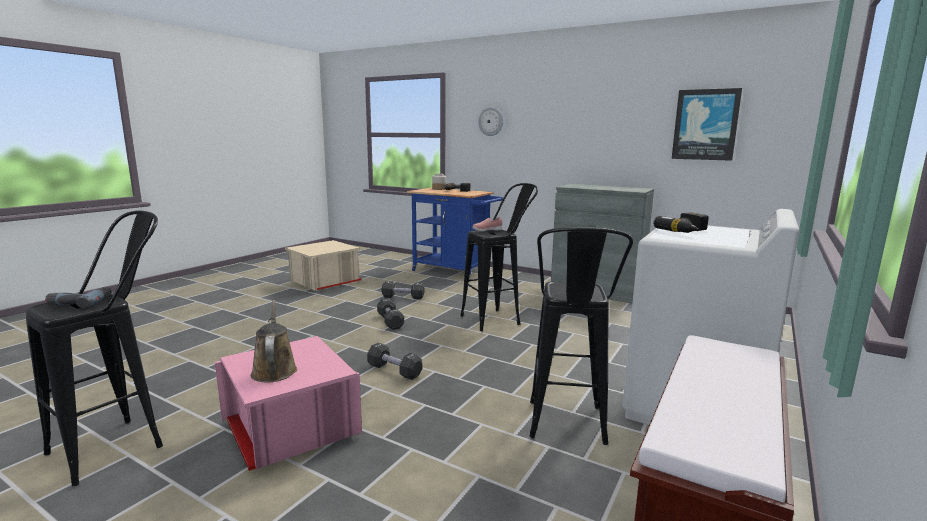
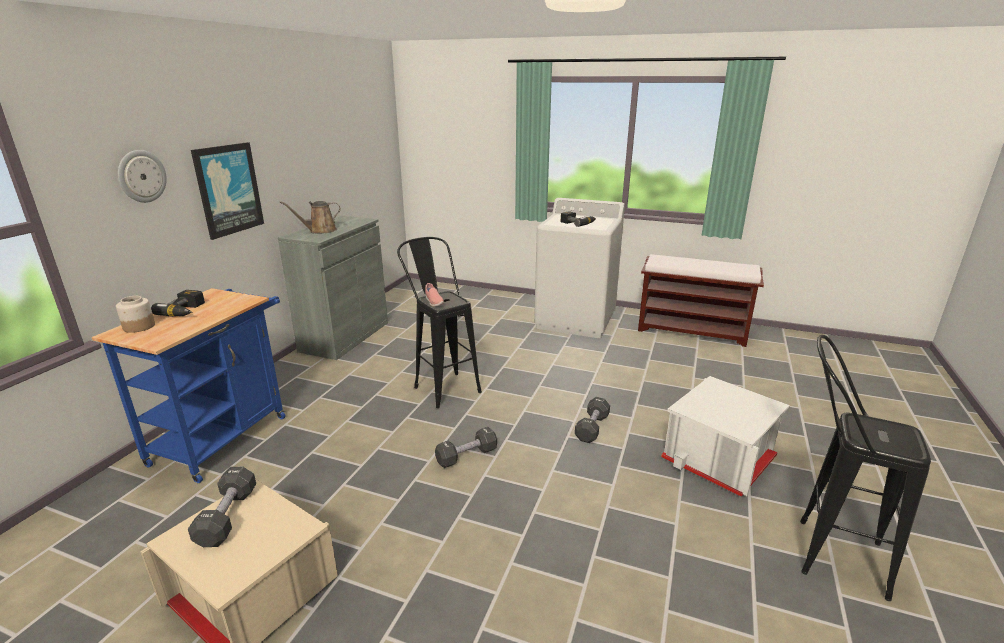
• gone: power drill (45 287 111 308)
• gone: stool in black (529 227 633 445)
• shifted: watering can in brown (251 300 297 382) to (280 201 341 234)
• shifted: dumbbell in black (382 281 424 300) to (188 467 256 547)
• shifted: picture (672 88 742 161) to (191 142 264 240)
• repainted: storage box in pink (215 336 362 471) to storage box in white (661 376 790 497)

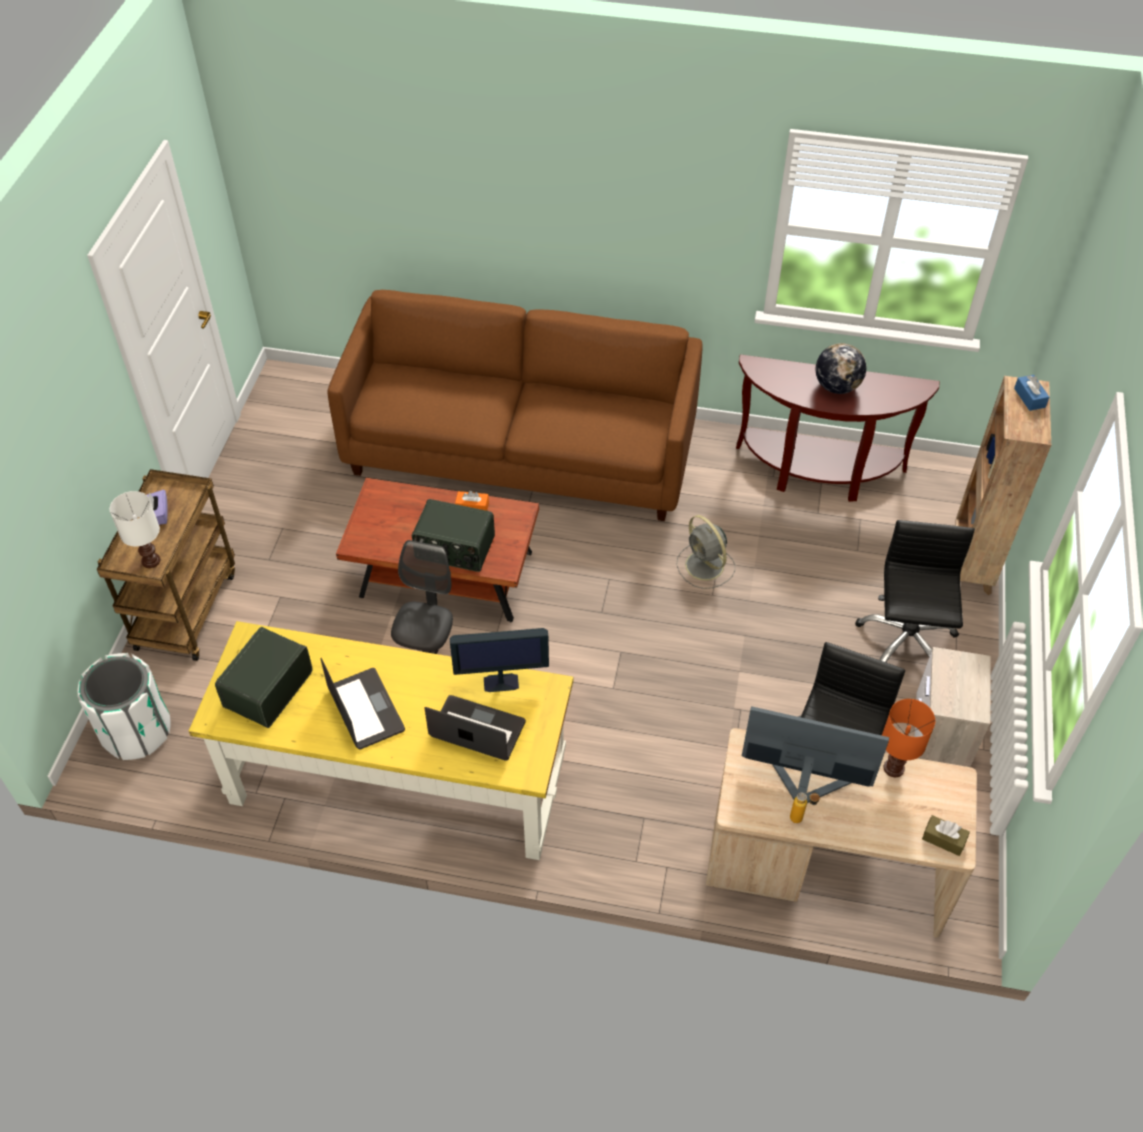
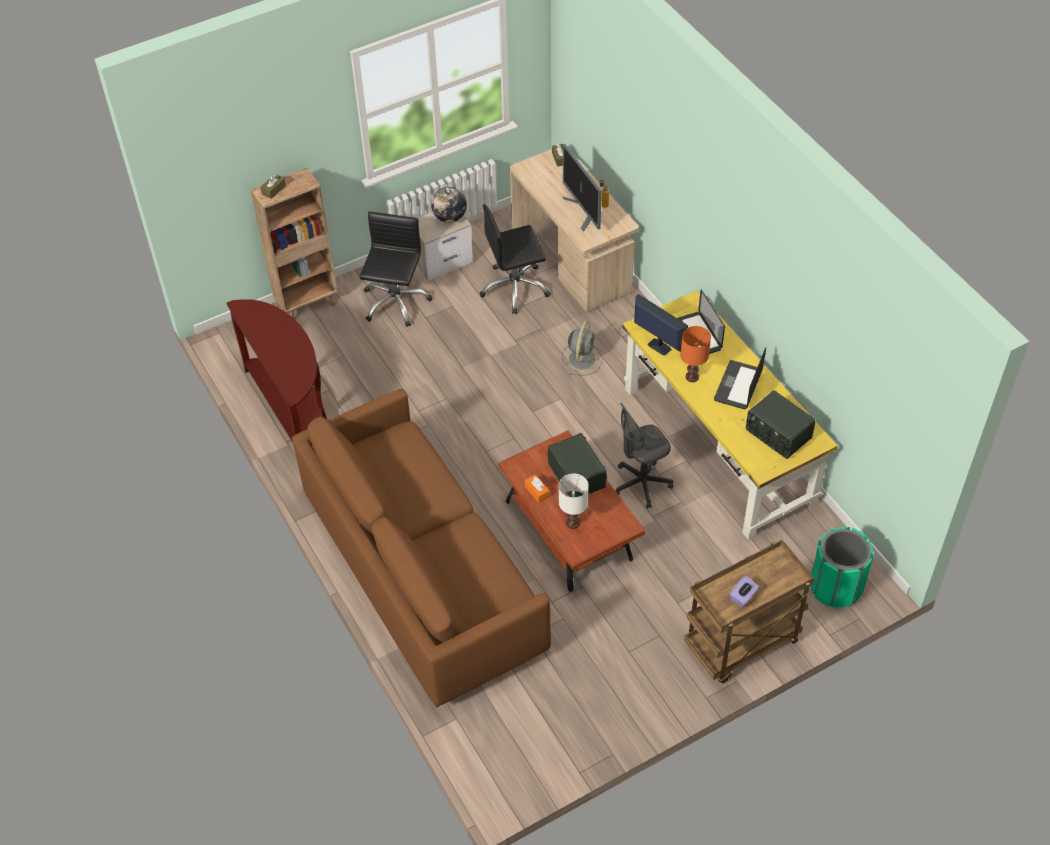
• shifted: table lamp in white (110 491 160 568) to (559 473 589 529)
• shifted: fan in grey (676 515 735 589) to (562 320 603 376)
• shifted: globe (816 343 866 394) to (431 187 467 223)
• shifted: table lamp in orange (882 699 935 777) to (680 326 711 382)
• repainted: trash can in white (78 653 171 760) to trash can in green (810 527 874 608)
• repainted: tissue box in blue (1014 375 1049 411) to tissue box in brown (260 174 286 199)
• rotated: radio (215 627 313 728) = (746 390 816 459) 60 degrees clockwise
• rotated: office chair in black (855 520 975 662) = (359 212 432 327) 135 degrees clockwise

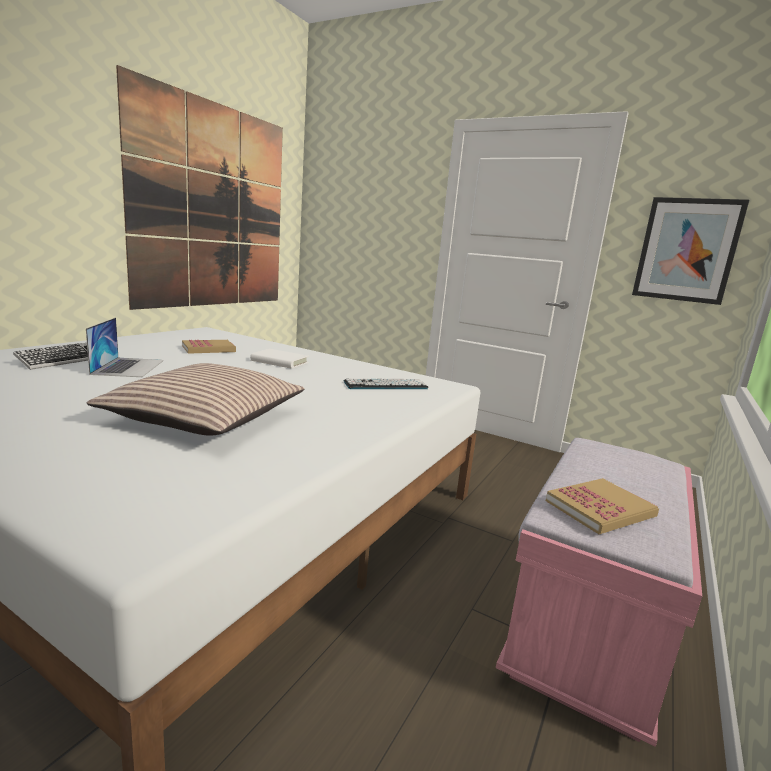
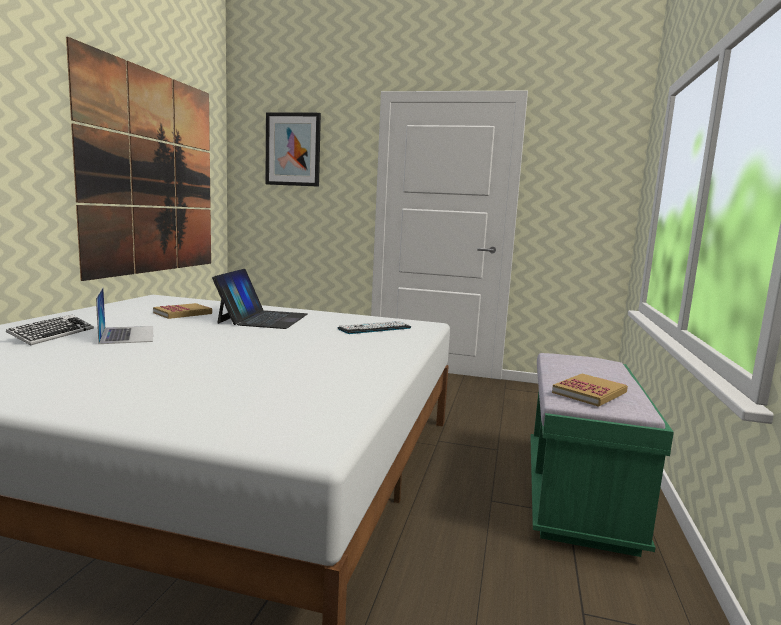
• gone: pillow (87 363 305 435)
• shifted: picture (632 197 749 305) to (265 112 321 187)
• swapped: book in white (250 349 309 369) to laptop (212 269 308 329)
• repainted: bench in pink (496 438 702 747) to bench in green (530 353 674 557)

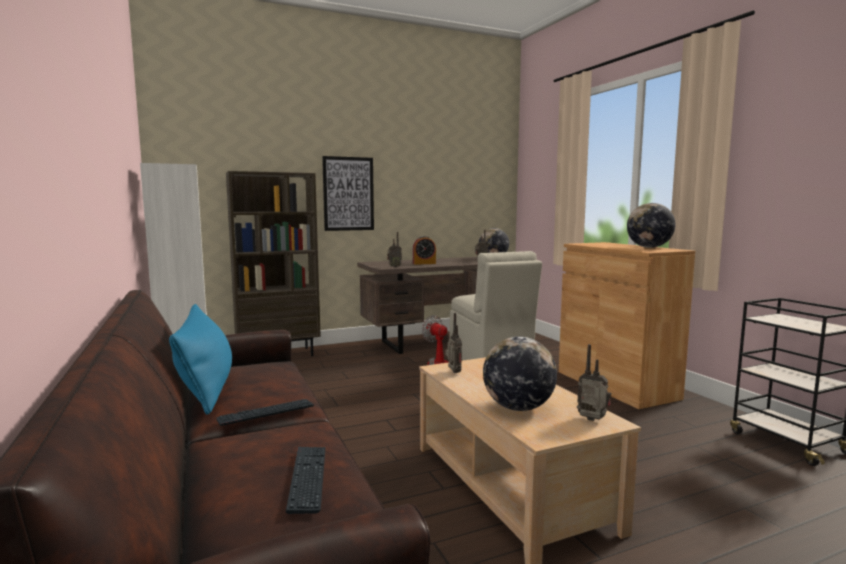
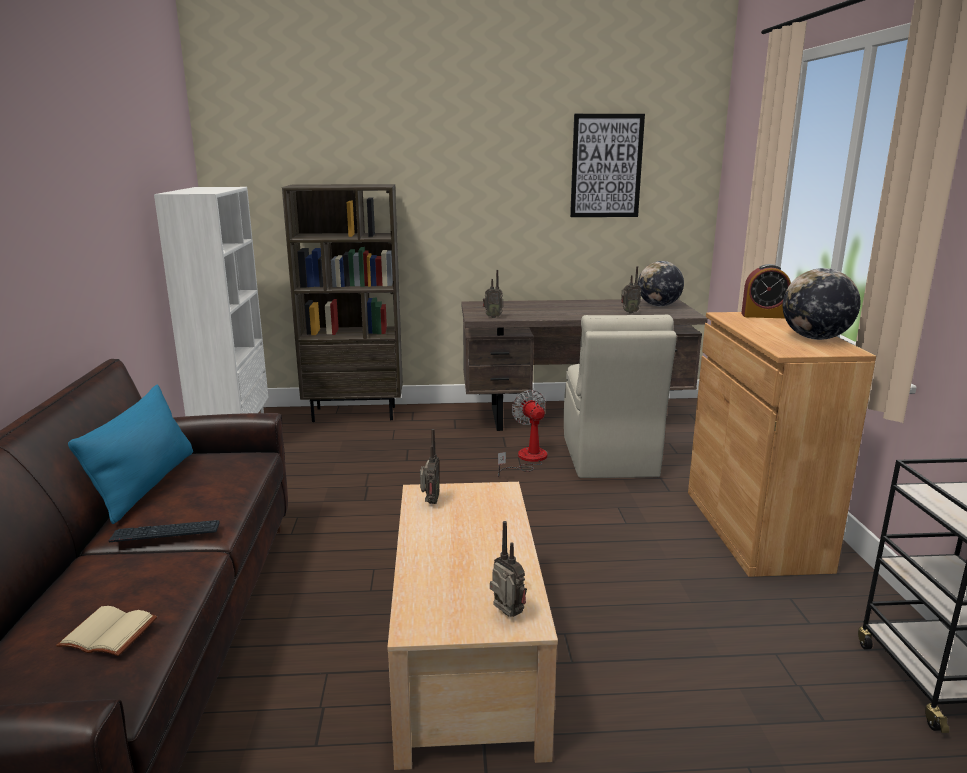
• gone: globe (483 336 557 411)
• shifted: picture (322 156 374 231) to (570 114 645 217)
• shifted: alarm clock (413 236 436 265) to (741 264 791 318)
• swapped: keyboard (286 447 326 514) to book in beige (56 606 157 656)

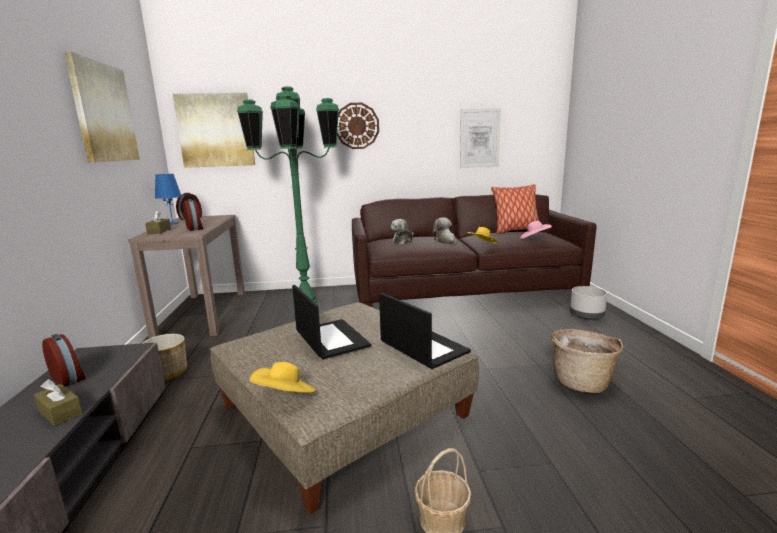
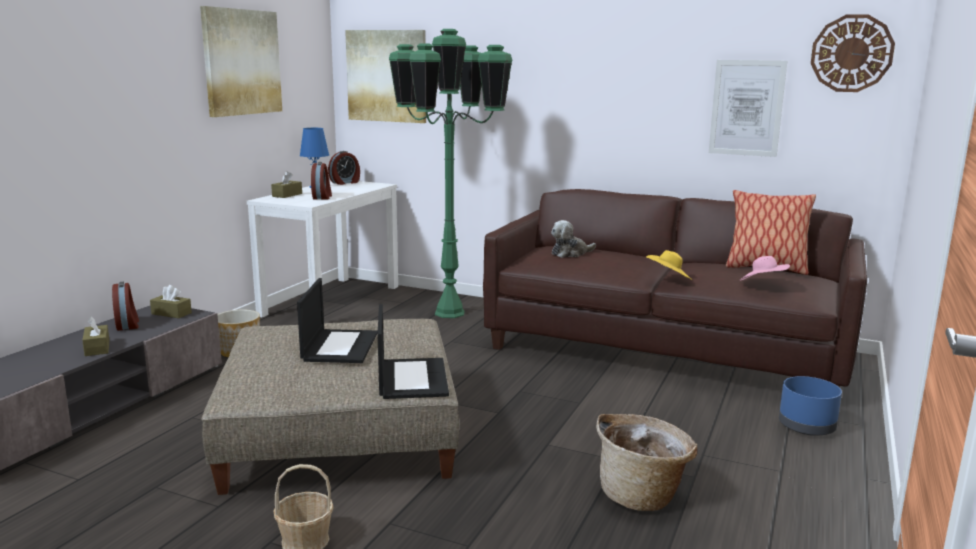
• gone: hat in yellow (249 362 316 393)
• gone: plush toy (432 217 457 245)
• new: tissue box in brown (150 285 192 318)
• shifted: wall clock (337 103 379 149) to (811 14 895 92)
• repainted: console table in brown (128 215 245 339) to console table in white (247 181 398 318)
• repainted: planter in grey (570 286 607 320) to planter in blue (779 376 842 436)

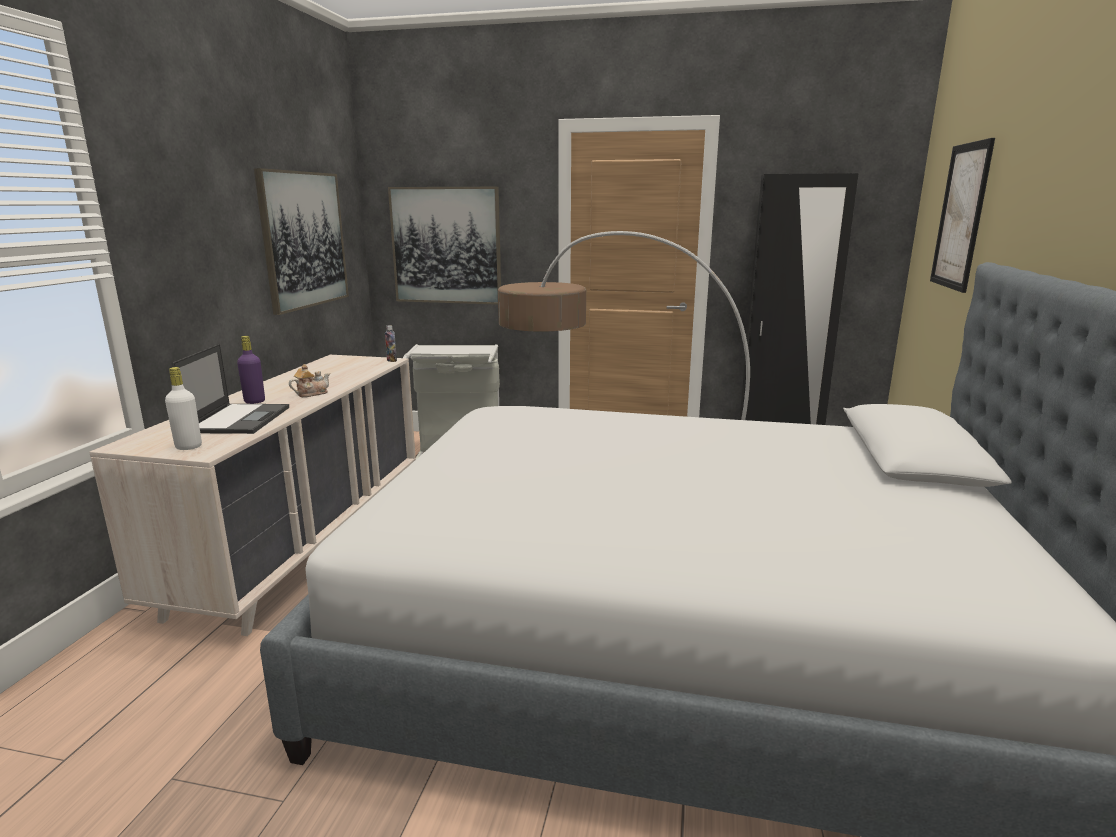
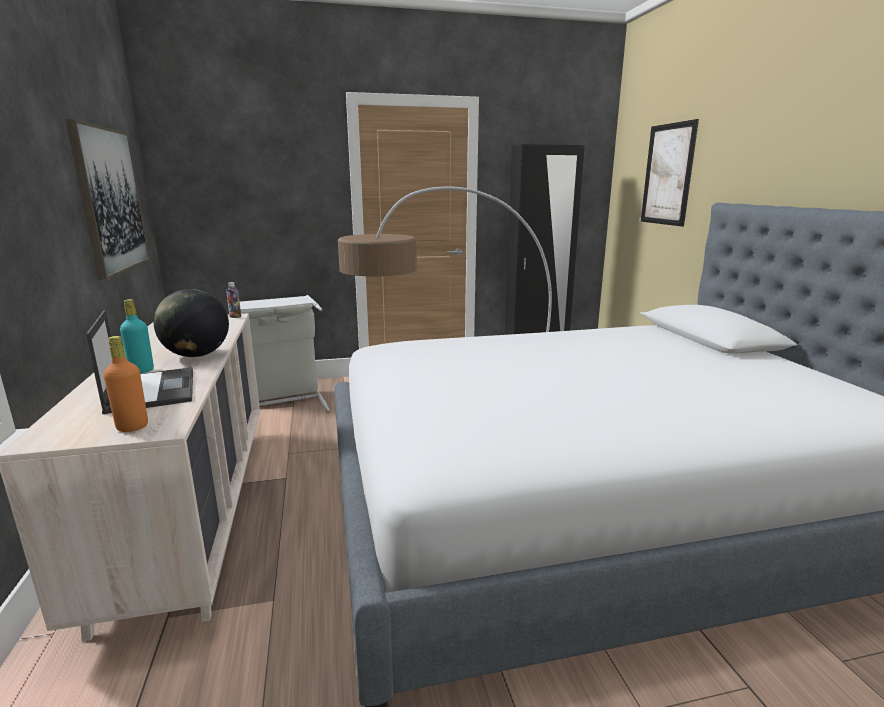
• gone: picture (388 187 501 305)
• swapped: teapot (289 364 330 397) to globe (154 289 229 357)
• repainted: bottle in white (165 367 202 450) to bottle in orange (103 336 148 432)
• repainted: bottle in purple (237 336 265 404) to bottle in turquoise (120 299 154 373)

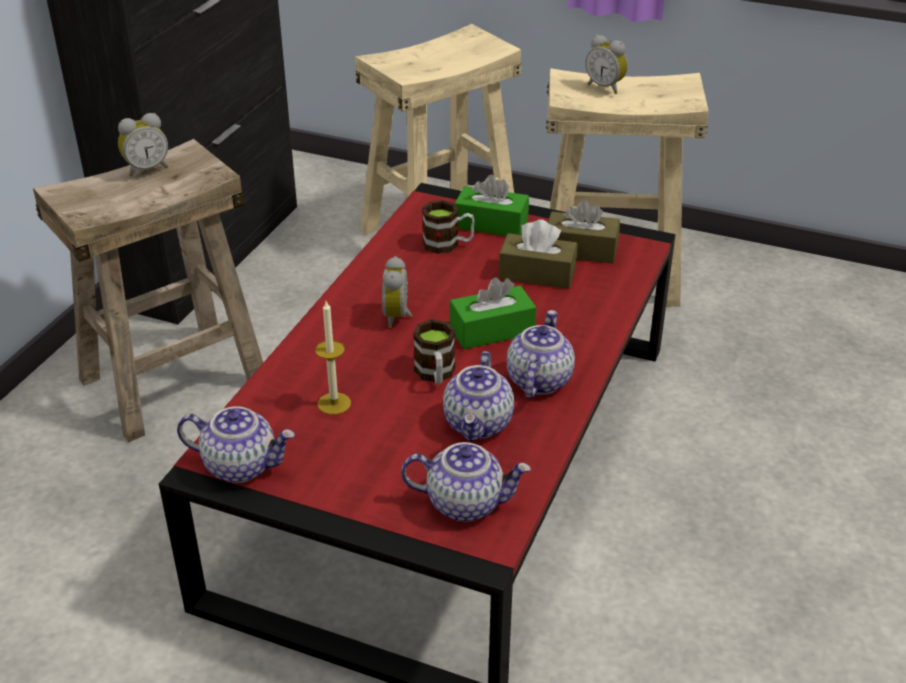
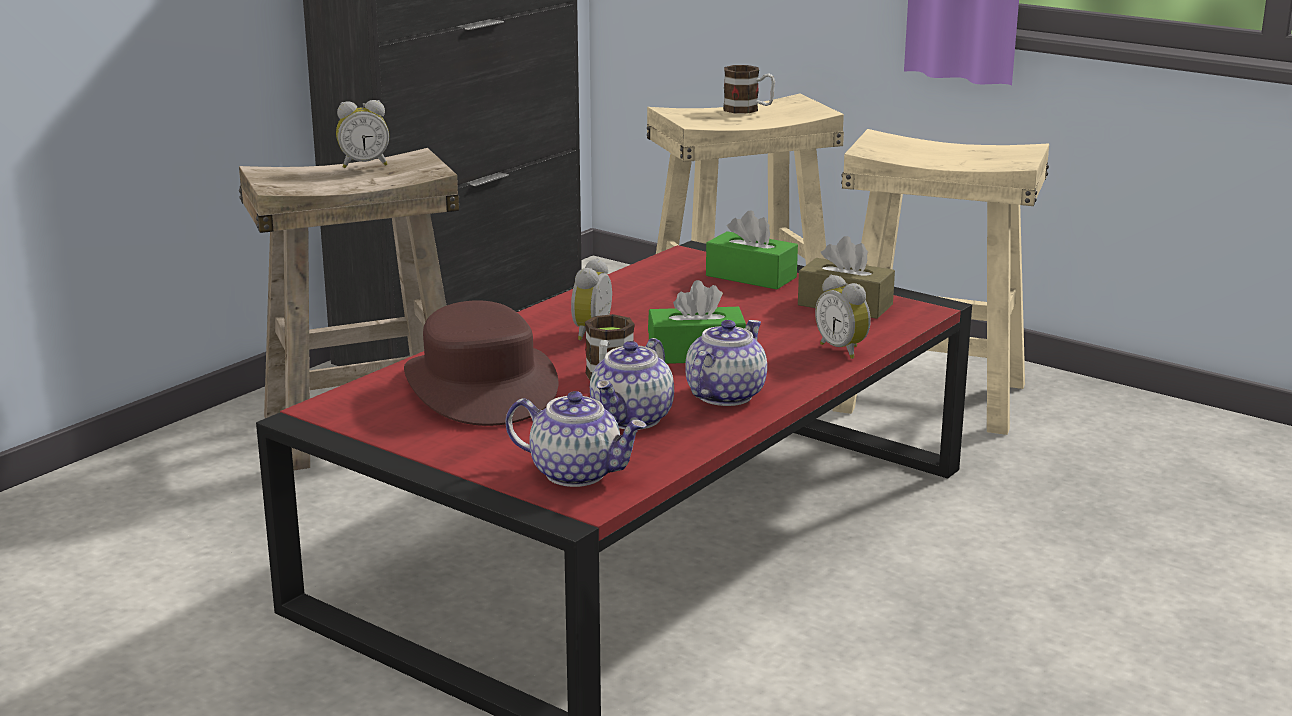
• gone: teapot (177 406 295 483)
• gone: tissue box in brown (499 219 578 289)
• shifted: mug (422 200 475 254) to (723 65 775 113)
• shifted: alarm clock (586 35 628 94) to (815 274 871 359)
• swapped: candle (315 301 351 415) to hat in brown (404 300 558 426)

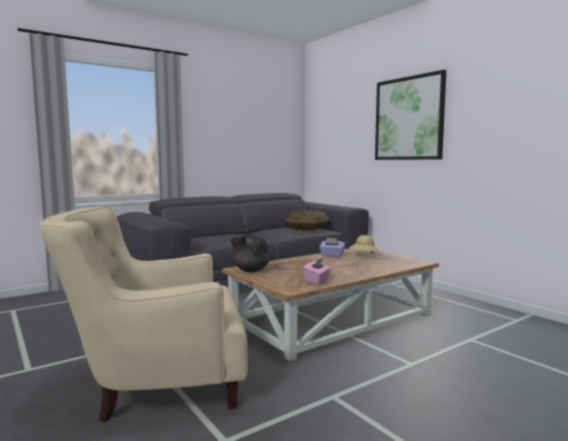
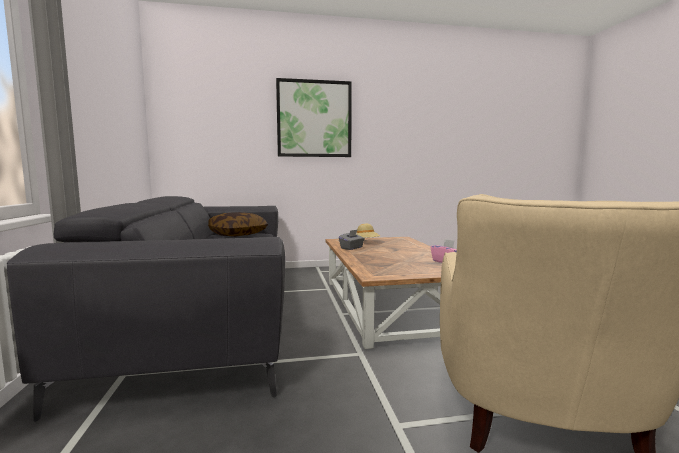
• gone: teapot in black (230 235 270 272)
• repainted: tissue box in purple (319 238 345 257) to tissue box in grey (339 229 365 250)

